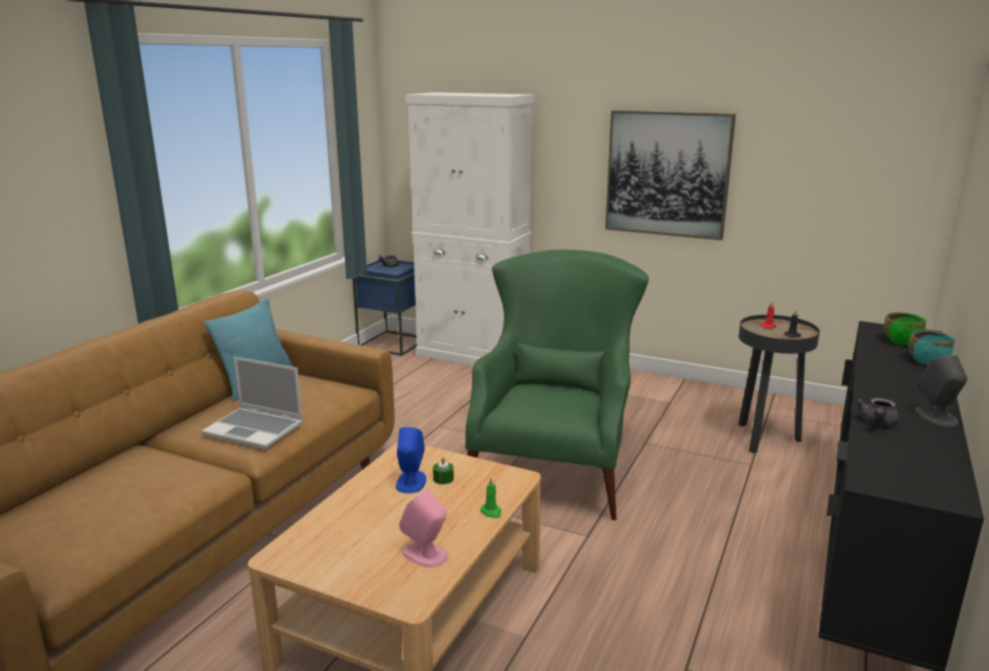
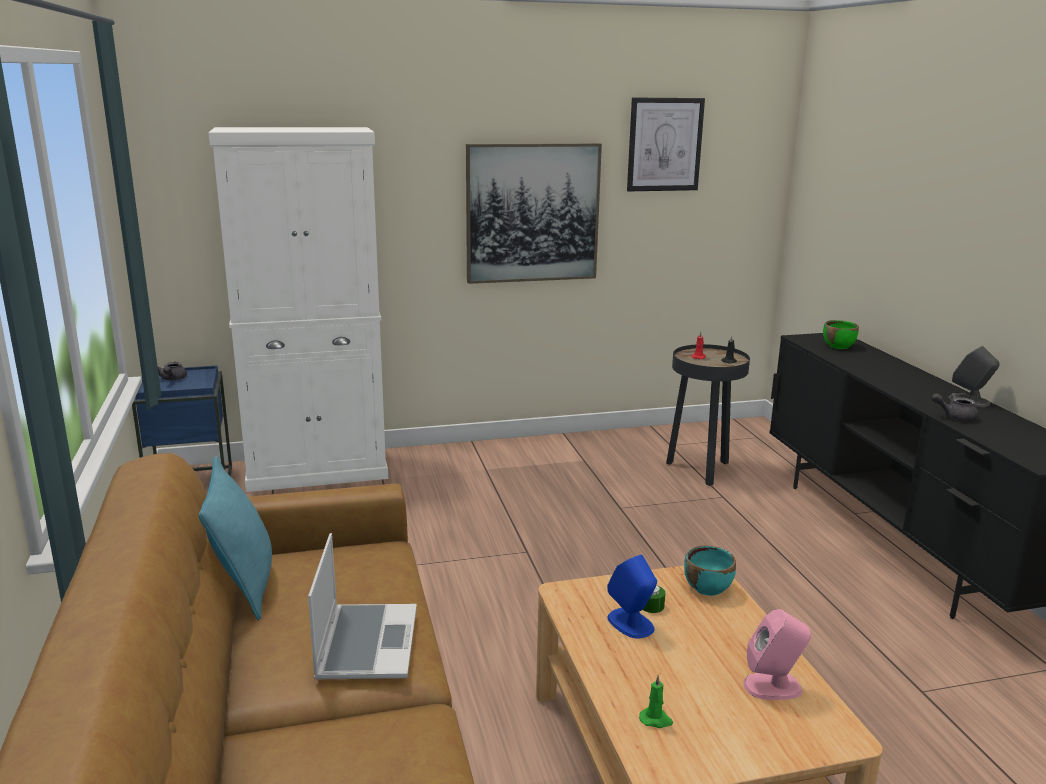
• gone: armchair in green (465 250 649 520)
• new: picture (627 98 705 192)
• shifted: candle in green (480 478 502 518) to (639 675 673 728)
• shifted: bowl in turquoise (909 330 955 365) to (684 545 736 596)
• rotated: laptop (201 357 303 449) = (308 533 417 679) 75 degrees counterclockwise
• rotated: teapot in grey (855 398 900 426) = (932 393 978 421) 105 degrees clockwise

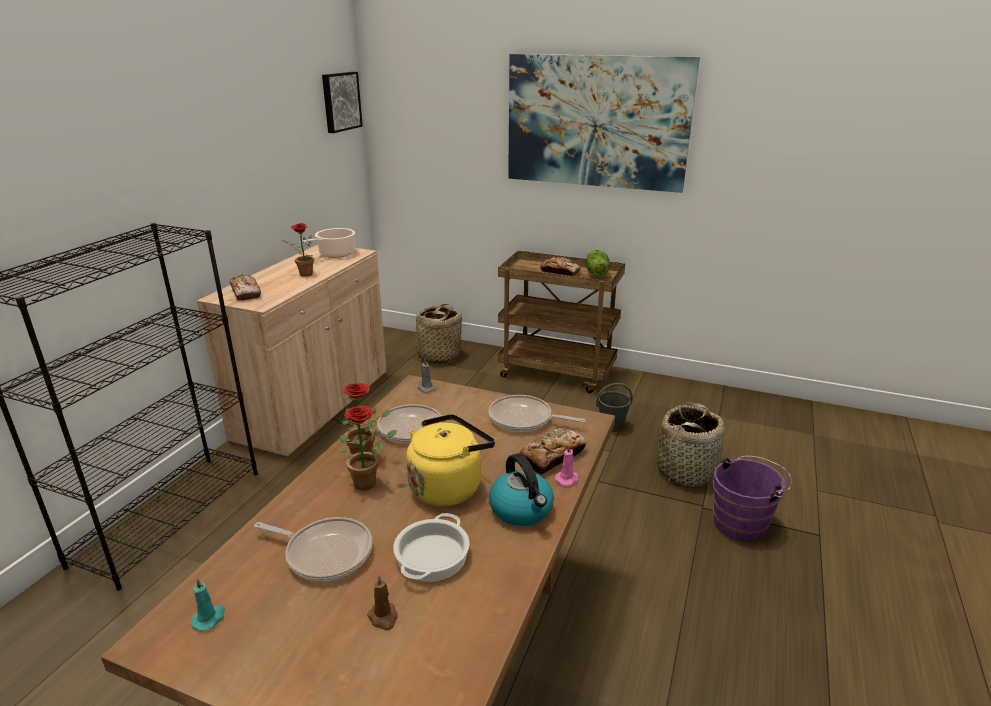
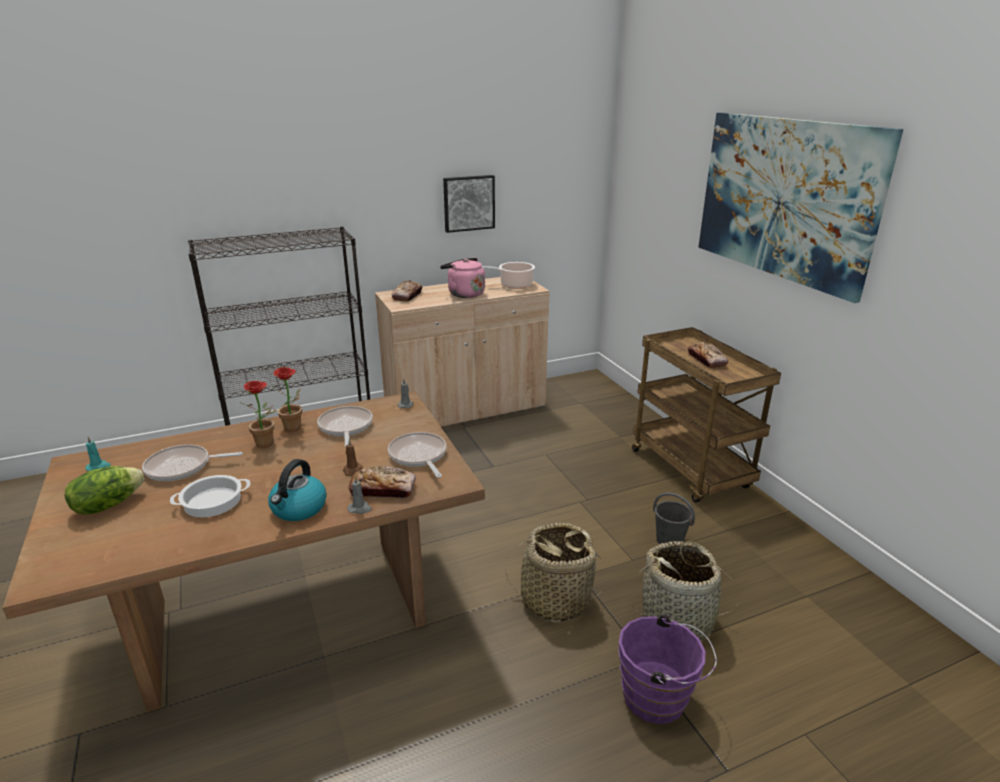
• gone: kettle in yellow (406 414 495 506)
• shifted: picture (322 72 363 133) to (443 175 495 233)
• shifted: candle in brown (367 576 398 631) to (343 439 363 476)
• shifted: basket (411 304 462 363) to (505 523 602 621)
• shifted: lettuce (586 250 610 276) to (65 466 144 515)
• swapped: potted plant (282 223 314 277) to kettle in pink (440 258 485 298)
• repainted: candle in pink (555 444 579 486) to candle in grey (348 476 372 514)
• rotated: frying pan (254 517 372 581) = (142 444 243 481) 105 degrees clockwise

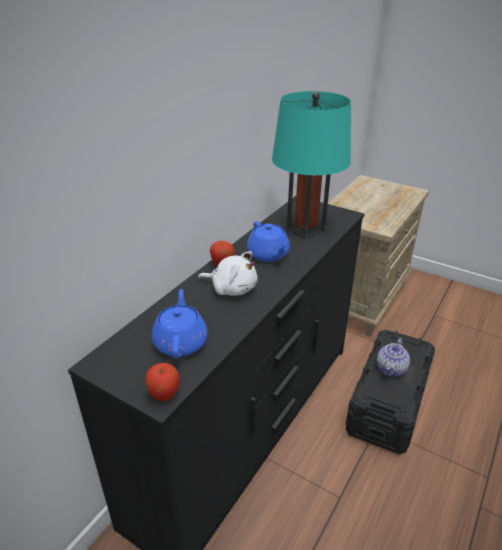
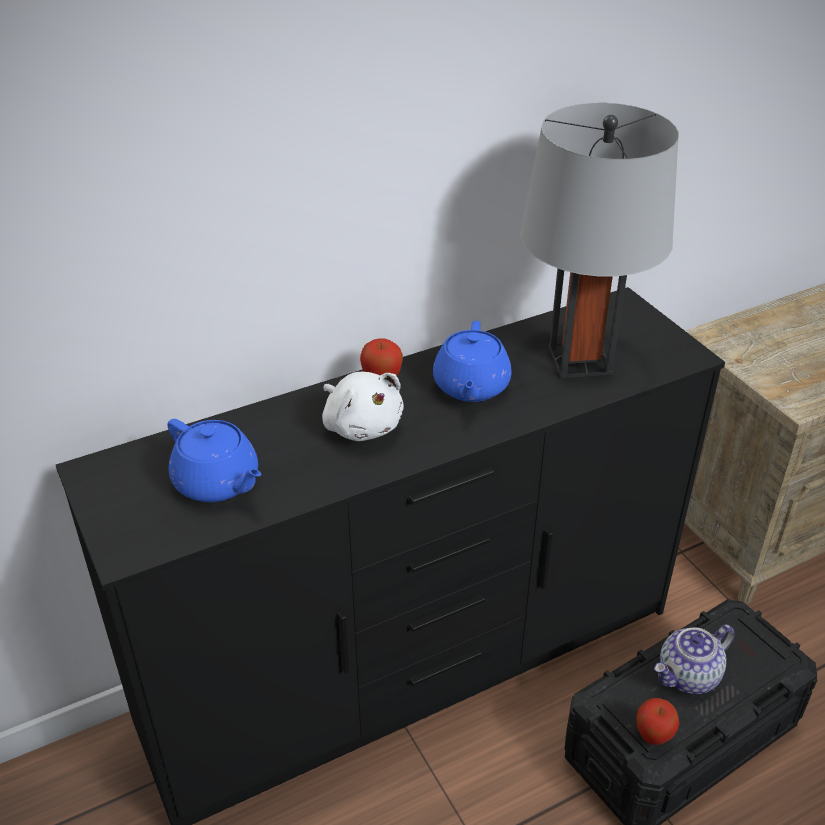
• shifted: apple (145 363 180 401) to (637 698 680 745)
• repainted: table lamp in turquoise (272 91 351 239) to table lamp in grey (520 103 679 378)
• rotated: teapot in blue (151 289 208 358) = (167 419 262 502) 105 degrees clockwise

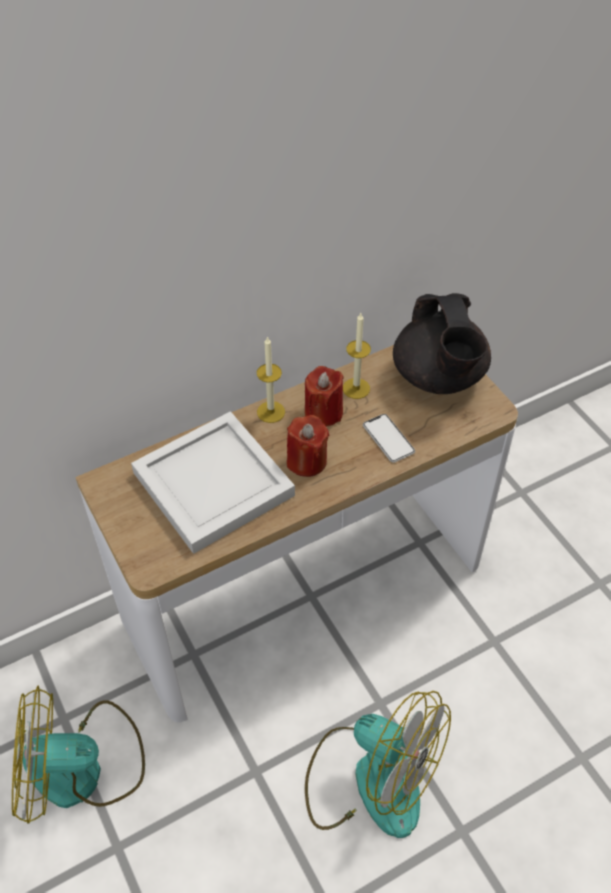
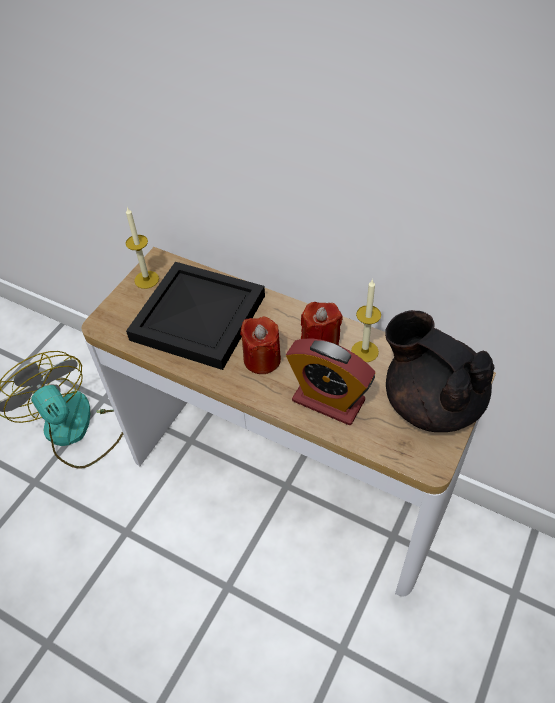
• gone: fan (305 691 451 838)
• shifted: candle (257 336 285 423) to (126 207 159 289)
• swapped: phone (363 414 415 463) to alarm clock (286 338 375 425)
• repainted: tray in white (131 411 295 554) to tray in black (126 262 265 370)
• rotated: teapot in black (393 293 491 394) = (385 310 494 432) 90 degrees clockwise

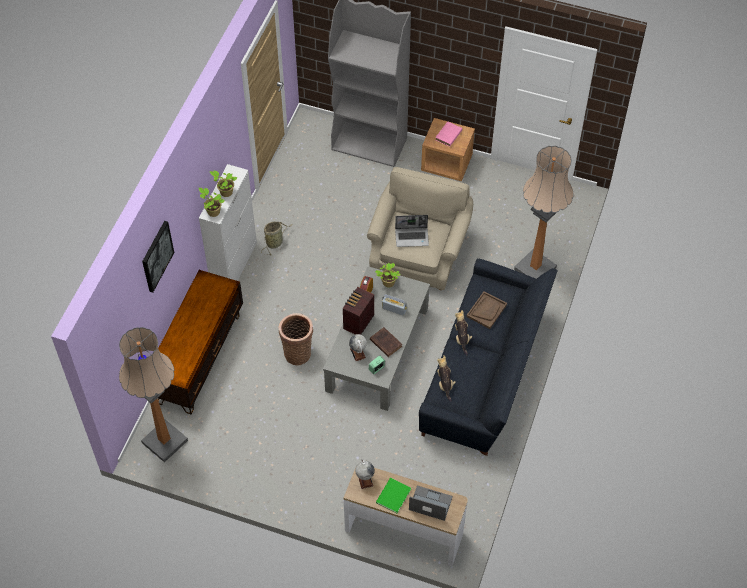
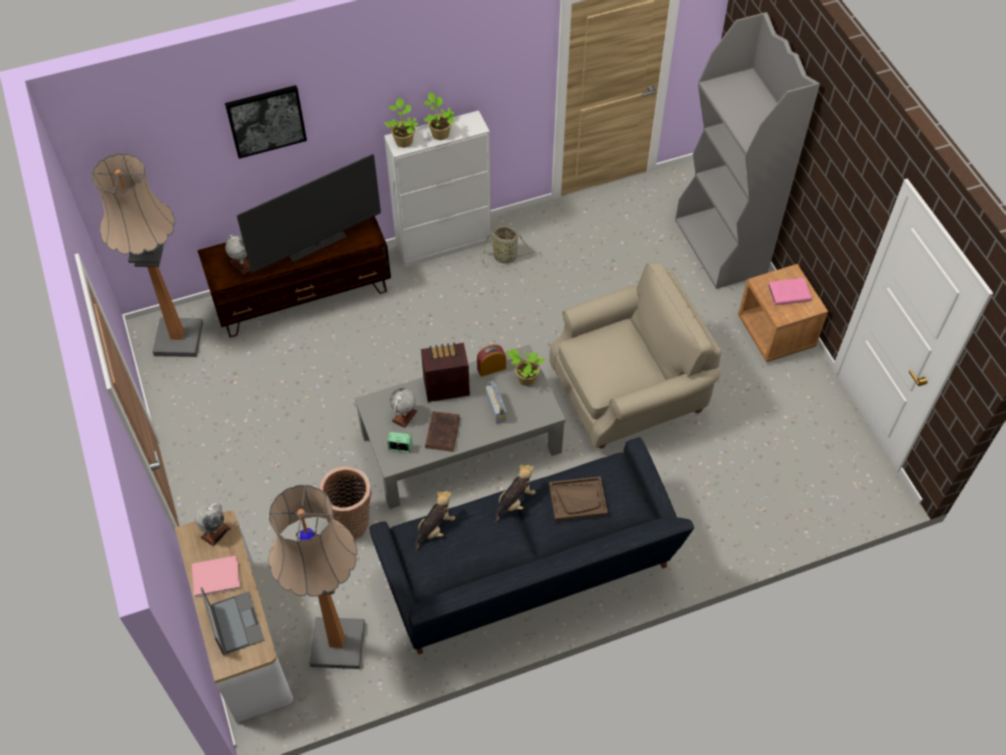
• gone: laptop (395 215 429 247)
• new: globe (225 235 251 275)
• new: television (237 154 381 273)
• shifted: basket (279 313 313 366) to (319 467 372 540)
• shifted: floor lamp (514 146 574 279) to (269 485 365 669)
• repainted: book in green (376 478 411 513) to book in pink (192 555 240 597)

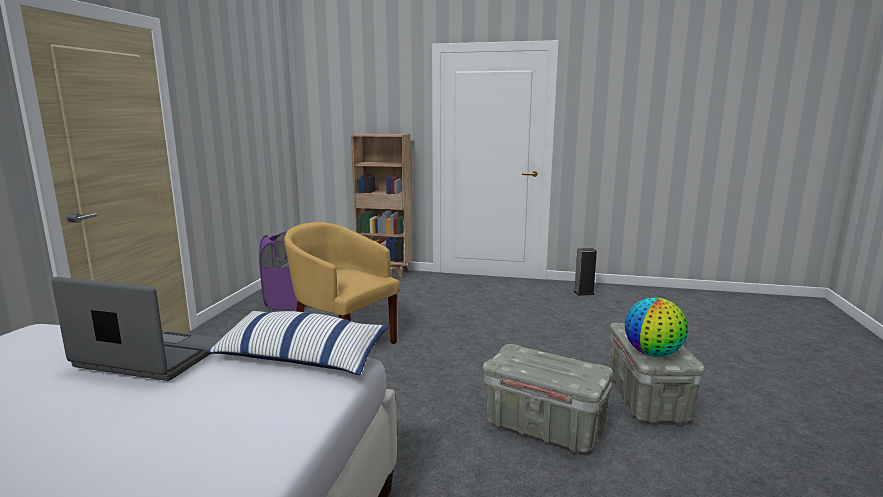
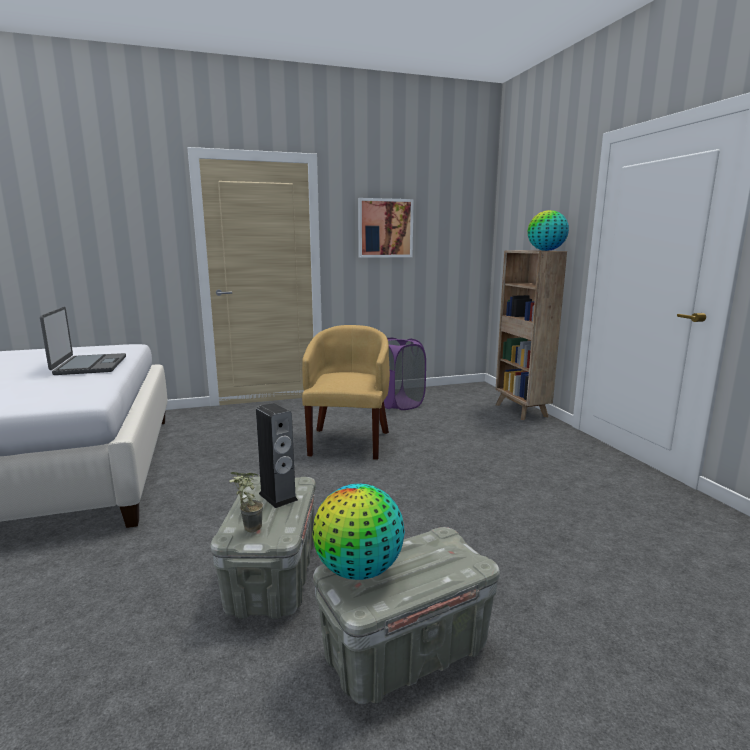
• gone: pillow (207 310 390 375)
• new: potted plant (229 472 264 533)
• new: picture (358 198 414 258)
• new: globe (528 210 569 251)
• shifted: speaker (573 248 597 296) to (256 403 298 508)

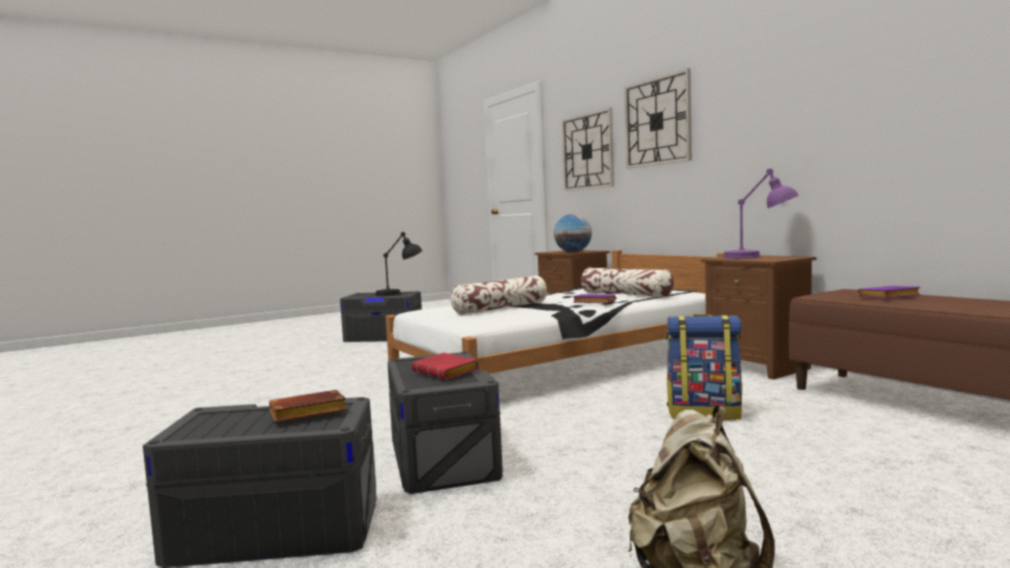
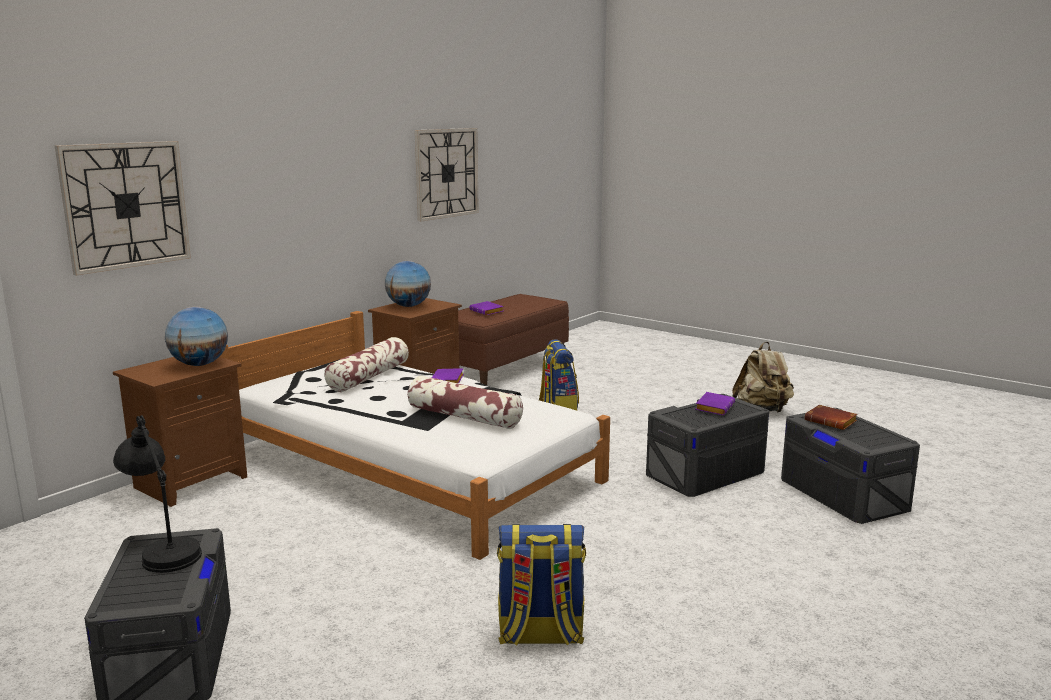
• new: backpack (497 524 586 646)
• shifted: wall clock (624 68 692 169) to (415 128 479 222)
• swapped: table lamp in purple (723 169 799 259) to globe (385 261 431 307)
• repainted: book in red (411 353 478 379) to book in purple (695 392 735 415)

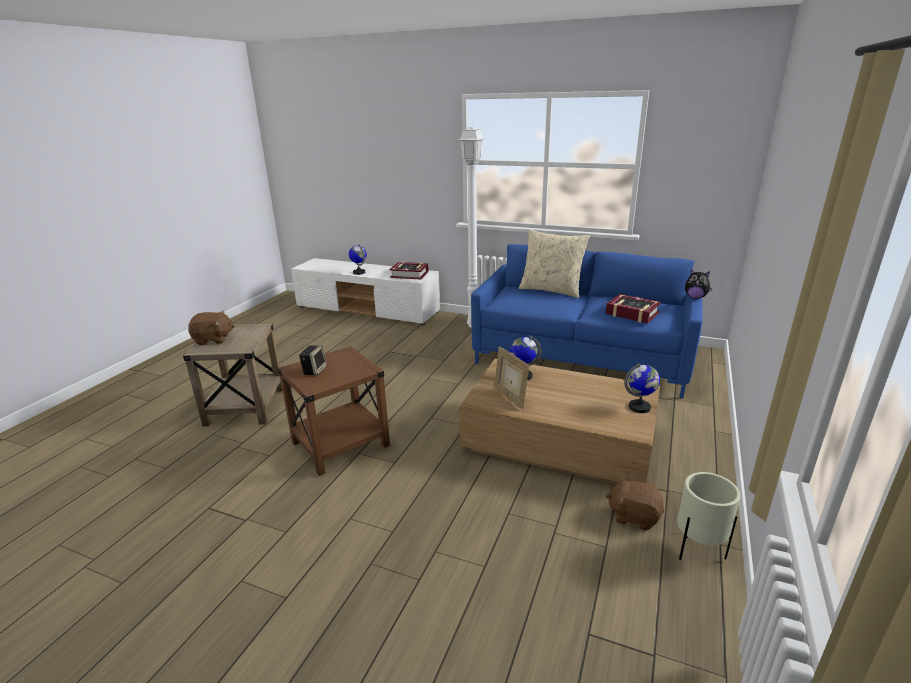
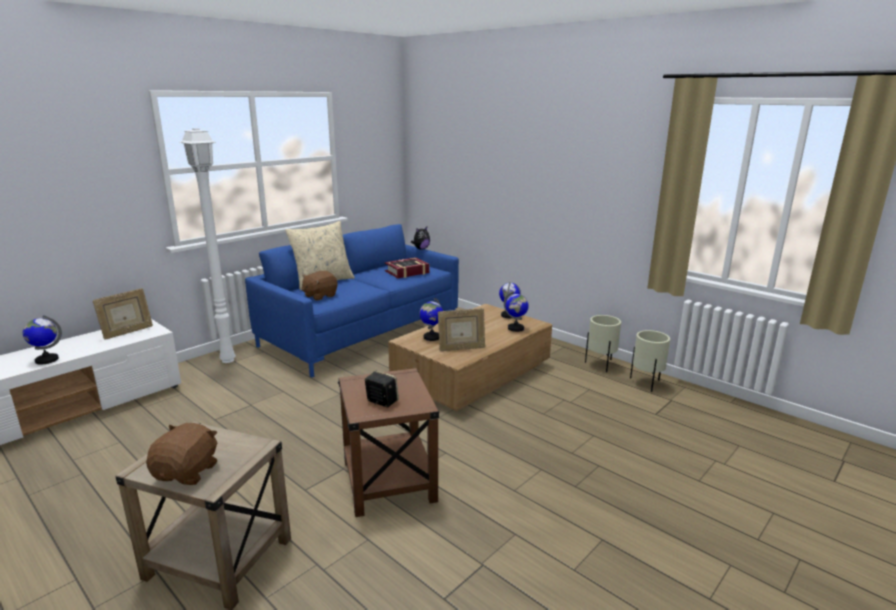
• new: globe (504 291 529 332)
• new: planter in beige (630 330 670 392)
• shifted: plush toy in brown (606 476 664 531) to (302 271 338 301)
• swapped: book (389 262 429 280) to picture frame (93 288 153 340)

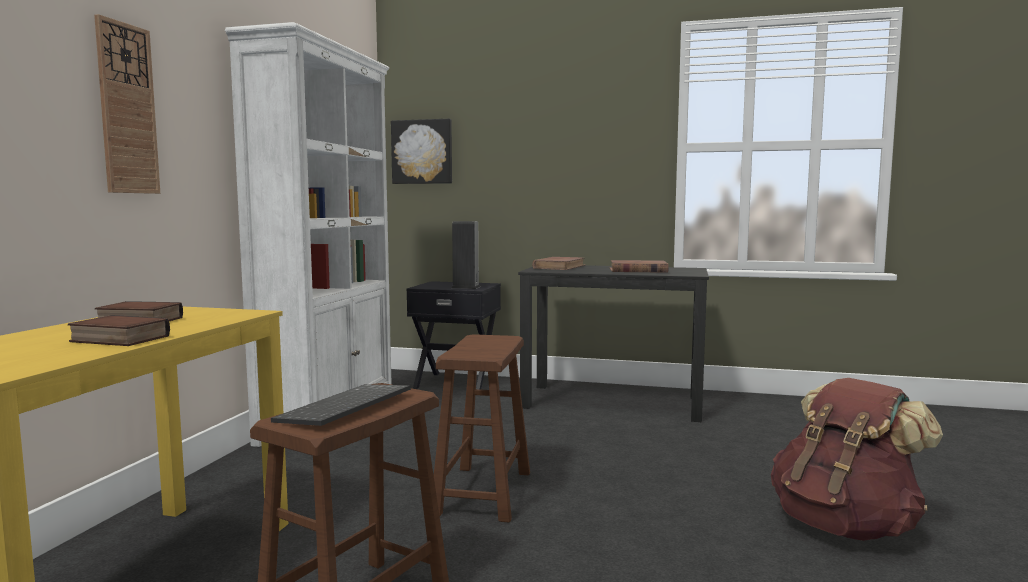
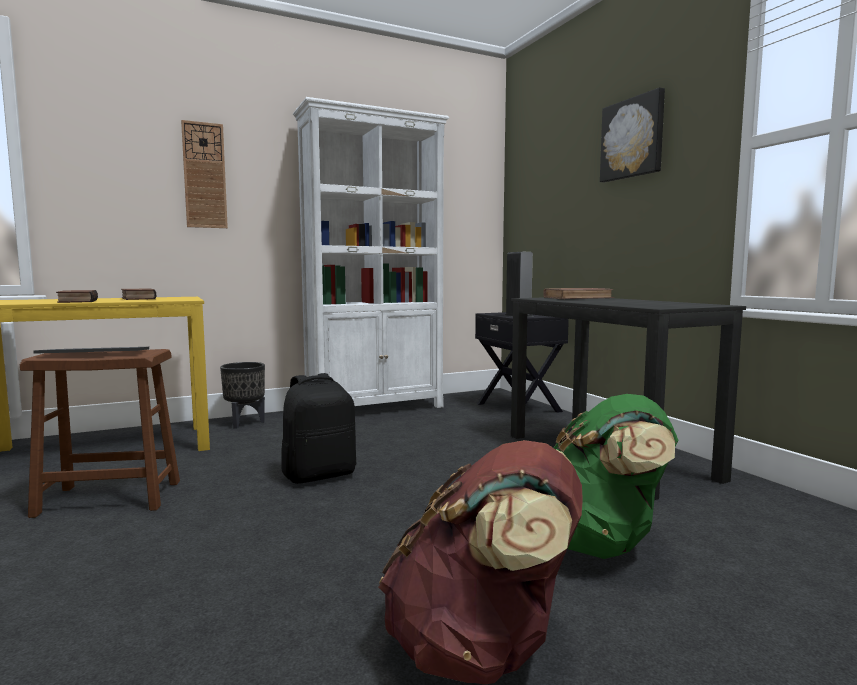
• gone: book in brown (610 260 669 273)
• new: planter in black (220 362 265 429)
• new: backpack in green (553 394 678 559)
• shifted: picture (391 119 452 184) to (600 87 665 182)
• swapped: stool in brown (434 334 530 523) to backpack in black (282 373 356 484)

